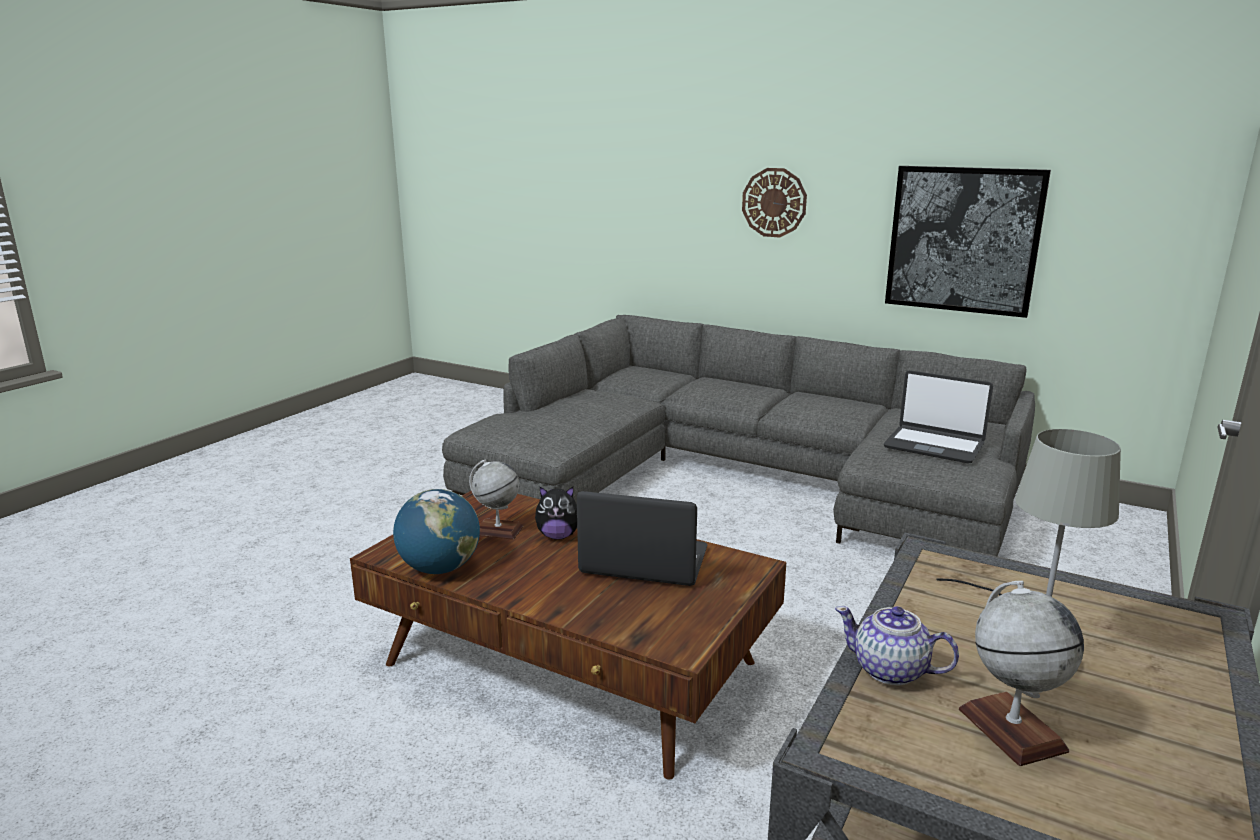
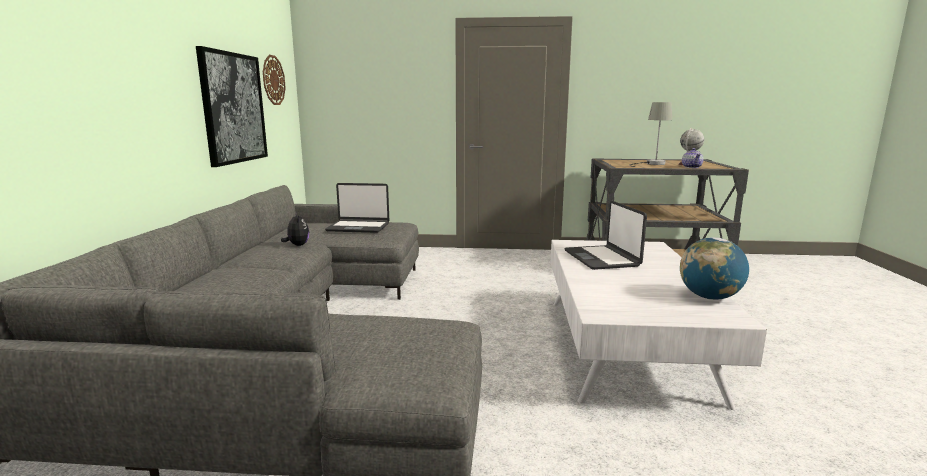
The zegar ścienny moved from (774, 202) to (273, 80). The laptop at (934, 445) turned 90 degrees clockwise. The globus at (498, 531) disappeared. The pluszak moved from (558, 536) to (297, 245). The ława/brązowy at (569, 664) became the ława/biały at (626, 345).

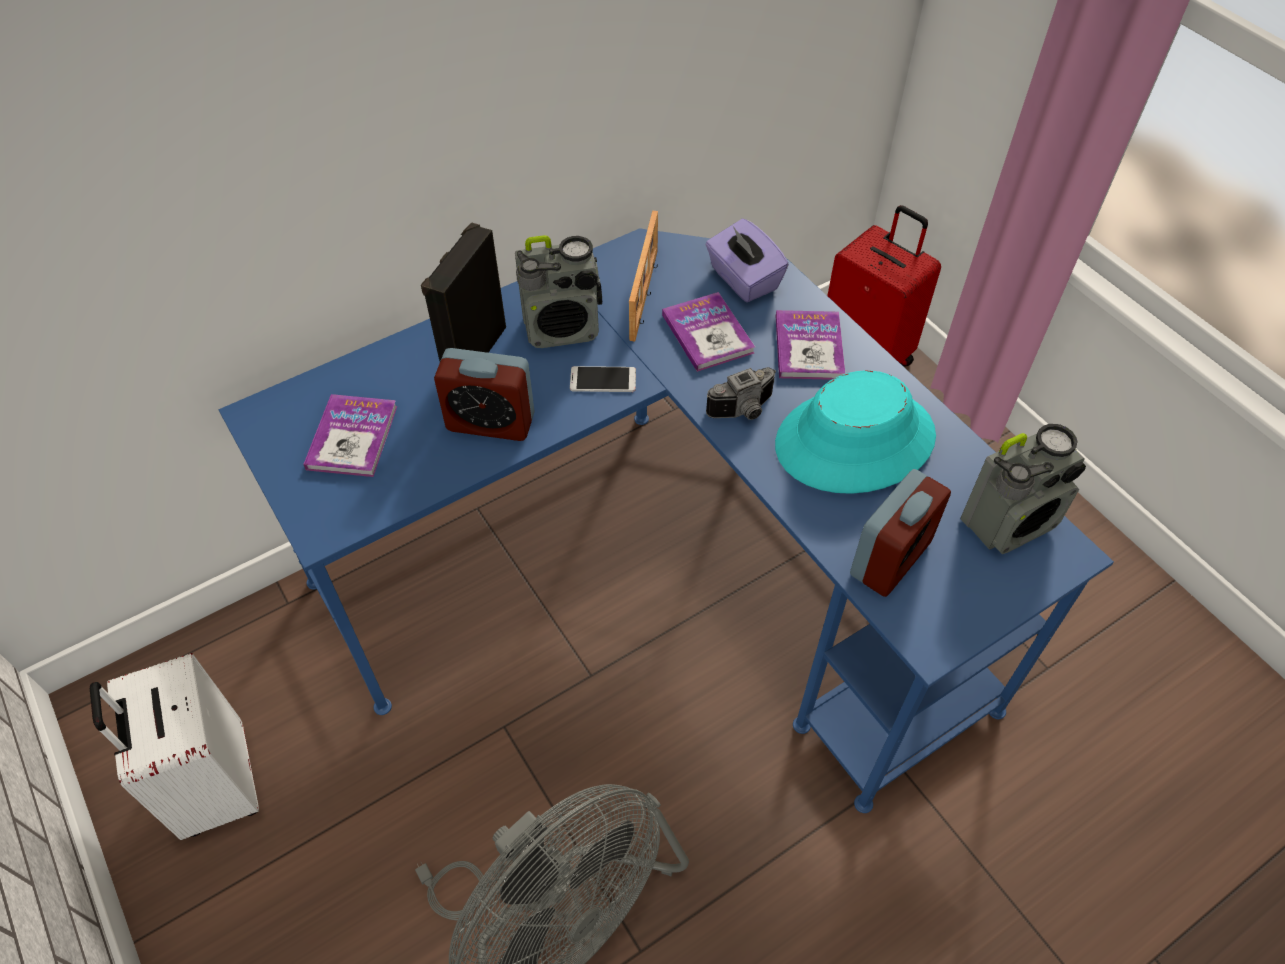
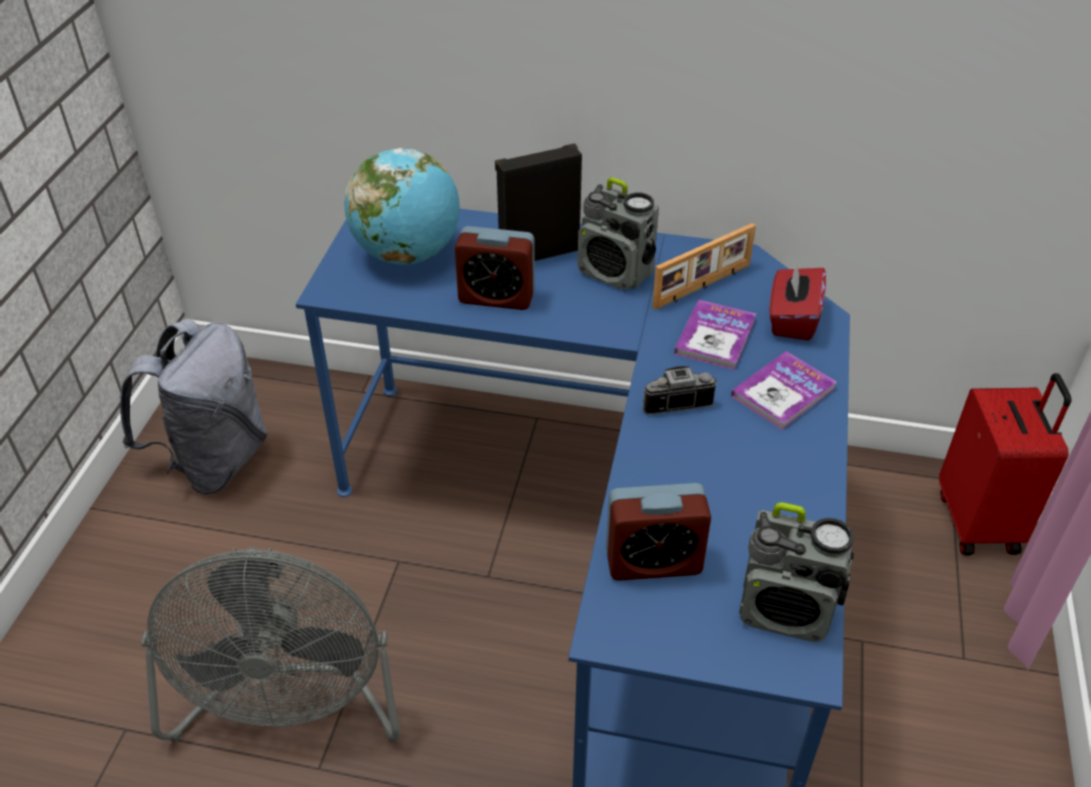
The pudełko chusteczek/fioletowy at (743, 279) became the pudełko chusteczek/czerwony at (792, 319). The budzik at (490, 422) turned 45 degrees counterclockwise. The telefon at (603, 380) disappeared. The aparat fotograficzny at (744, 411) turned 150 degrees clockwise. The kapelusz/turkusowy at (854, 441) disappeared. The książka at (352, 437) was replaced by the globus at (408, 254). The walizka/biały at (215, 785) was replaced by the plecak/szary at (214, 461).

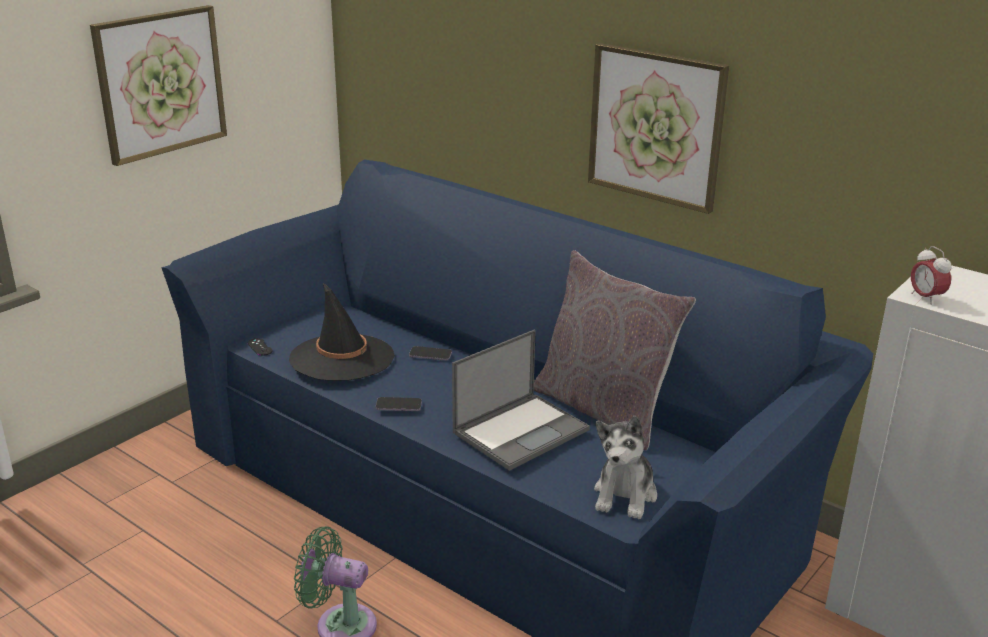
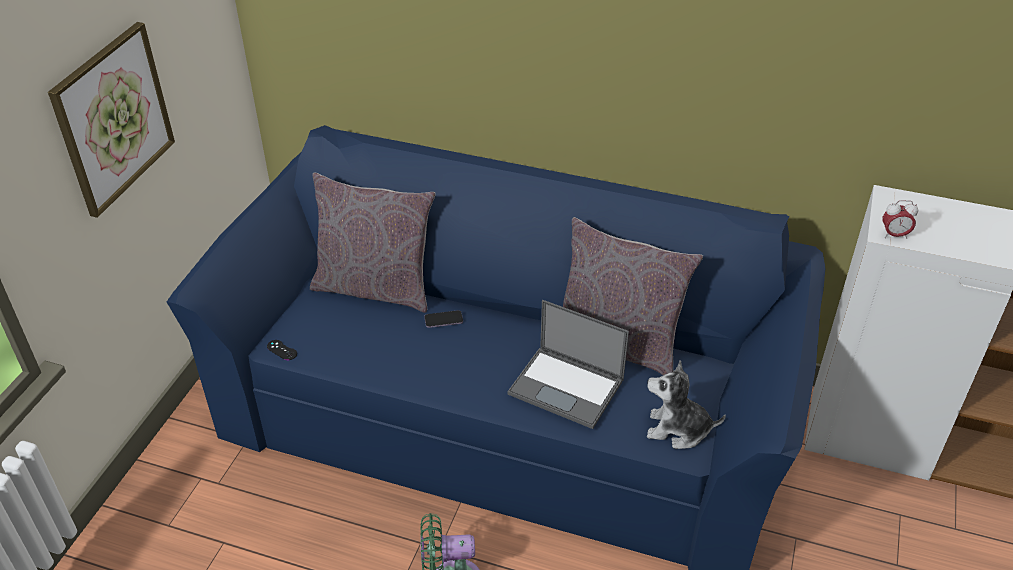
The obraz at (656, 126) disappeared. The budzik at (925, 298) turned 45 degrees counterclockwise. The kapelusz/czarny at (342, 358) disappeared. The laptop at (521, 430) turned 90 degrees clockwise. The telefon at (398, 406) disappeared. The pluszak at (625, 495) turned 105 degrees clockwise. The poduszka/szary at (375, 287) appeared.

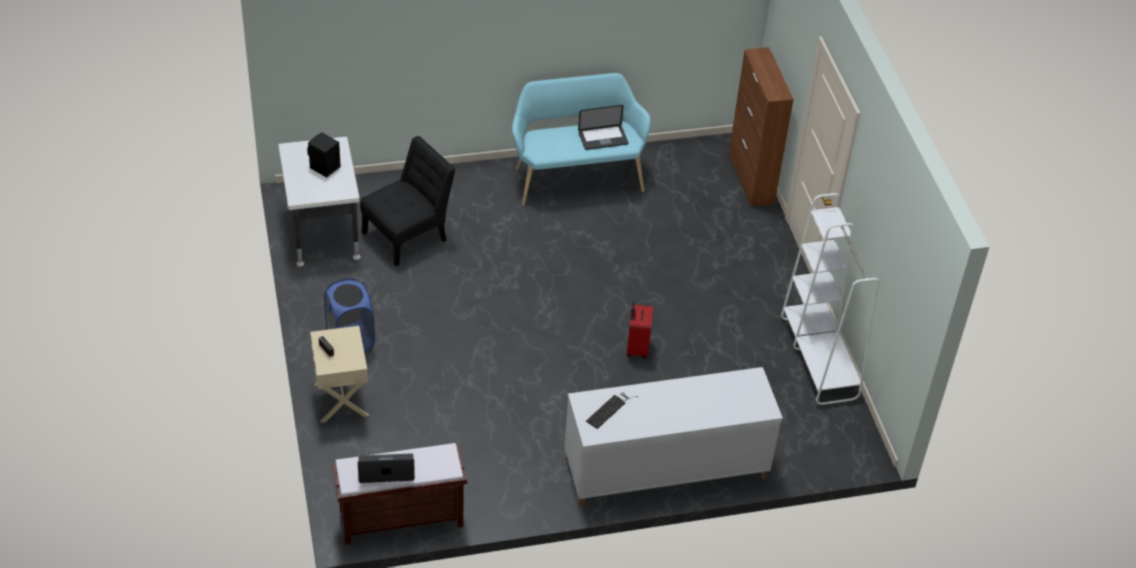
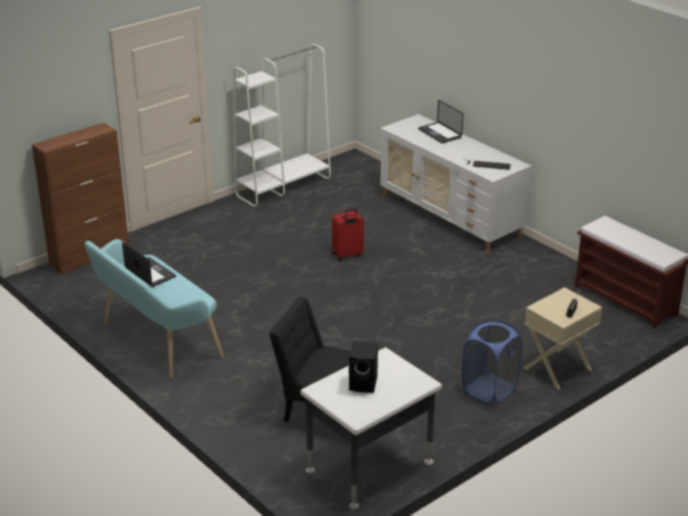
The laptop moved from (386, 469) to (439, 133).

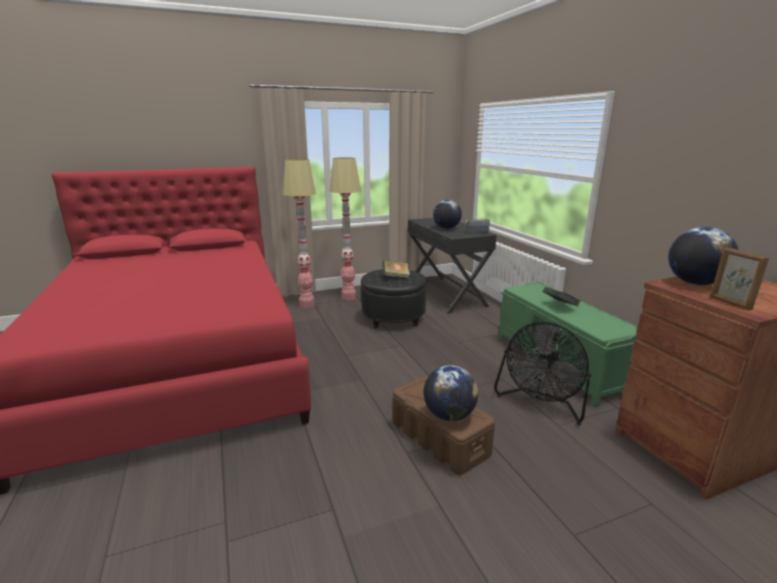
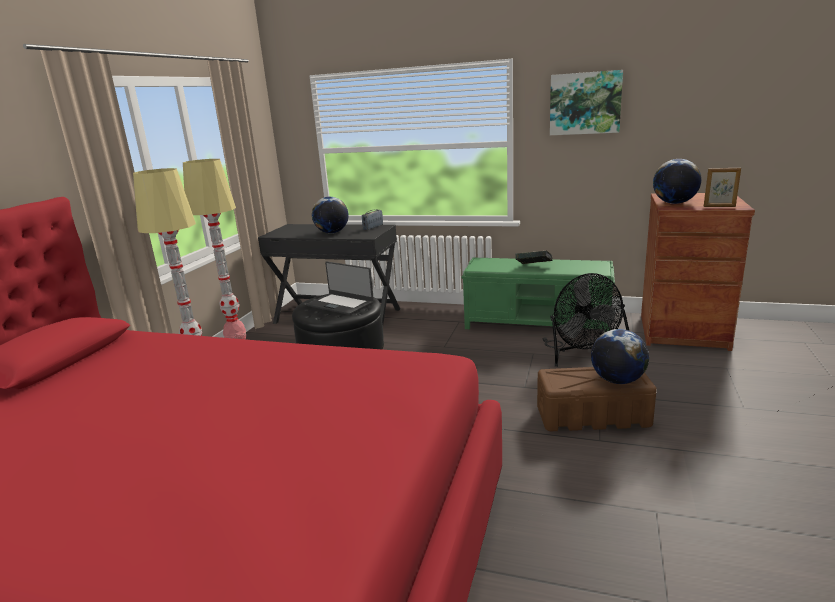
The książka at (396, 277) was replaced by the laptop at (340, 304). The obraz at (585, 103) appeared.

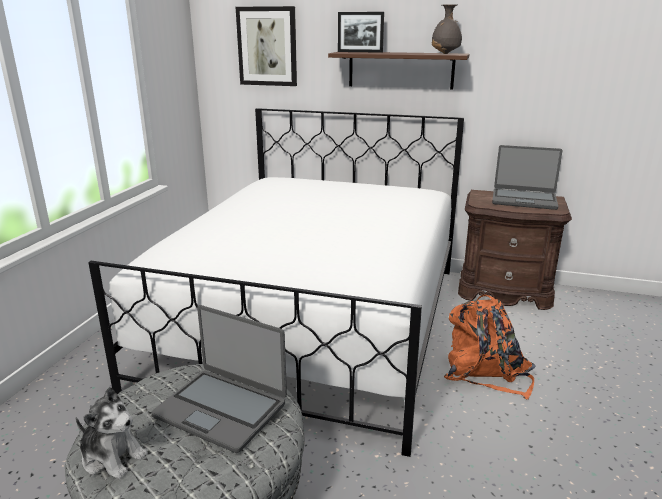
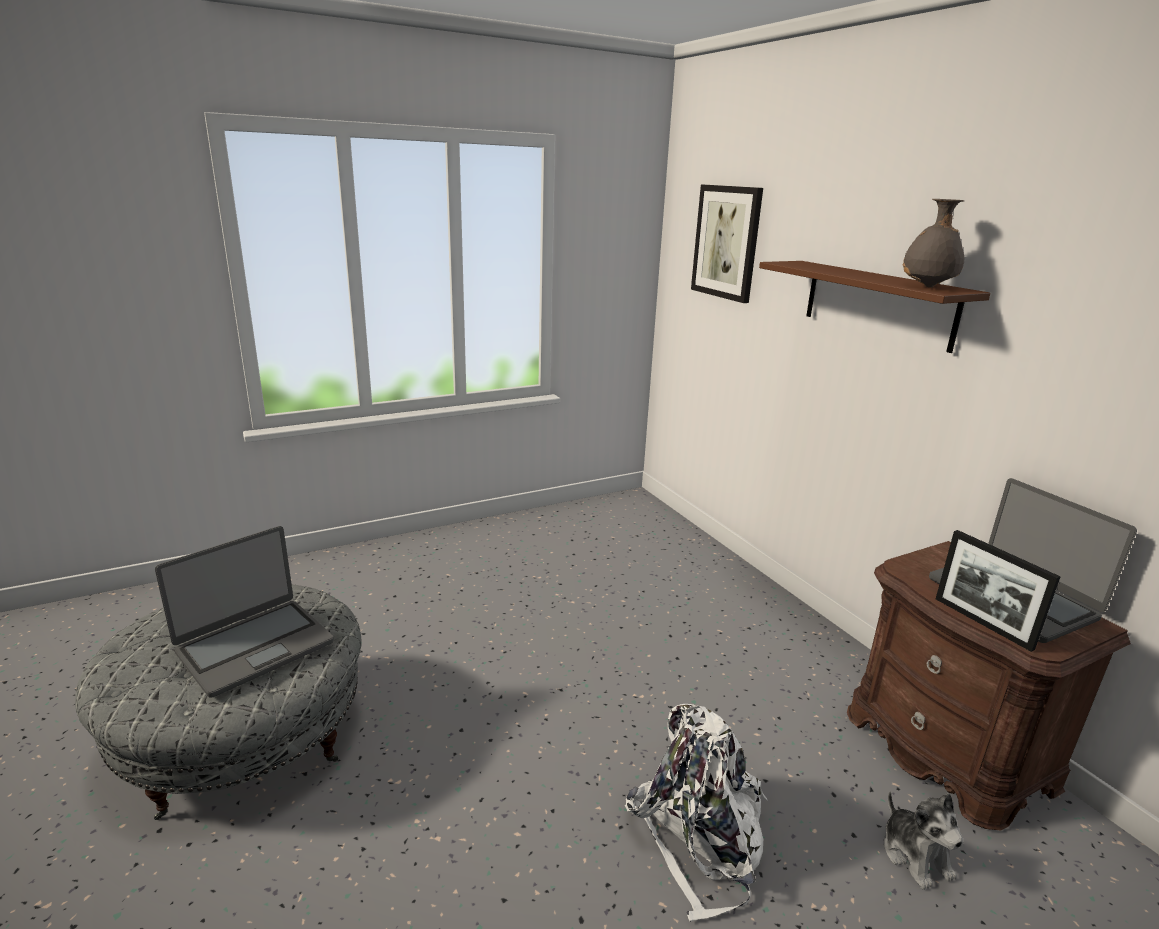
The ramka na zdjęcie moved from (360, 52) to (982, 623). The łóżko/biały at (314, 321) disappeared. The plecak/pomarańczowy at (485, 372) became the plecak/biały at (699, 837). The laptop at (221, 409) turned 120 degrees counterclockwise. The pluszak moved from (112, 457) to (915, 855).

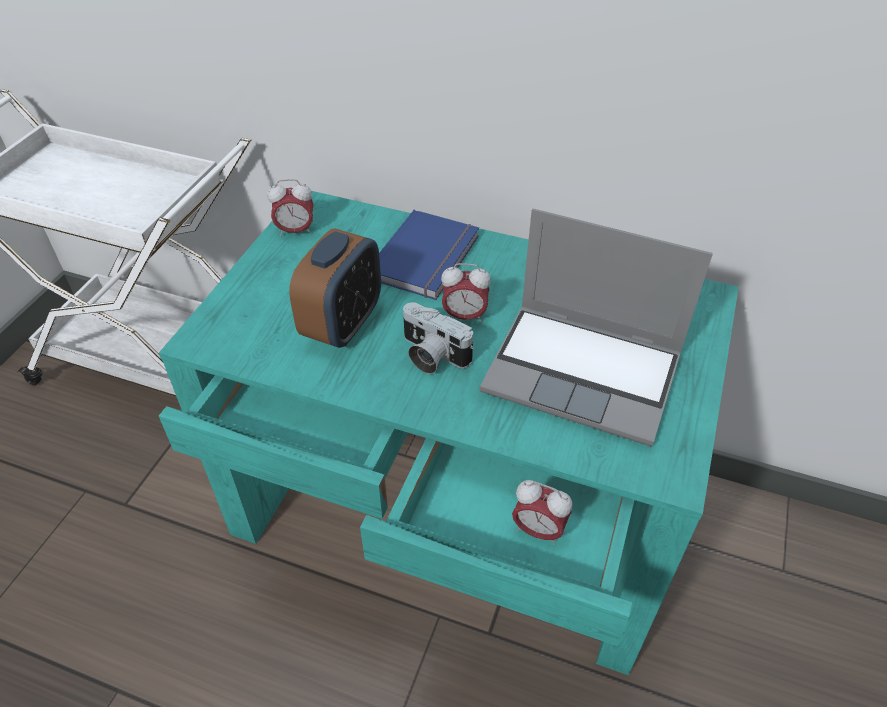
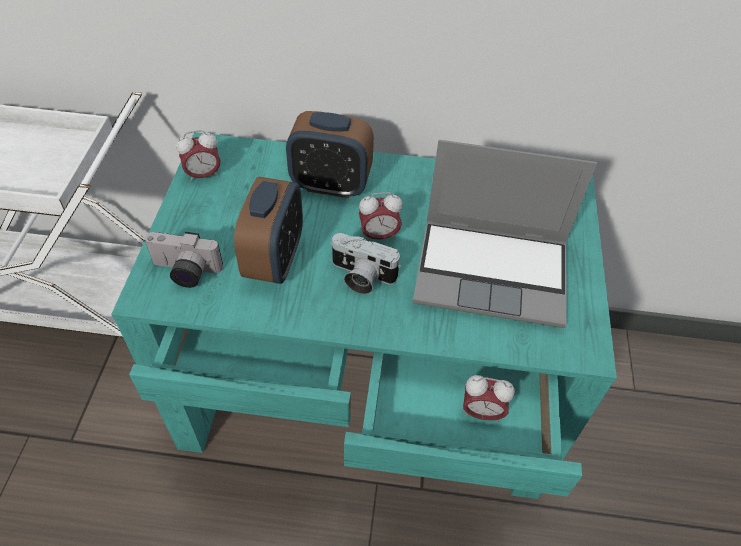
The książka/niebieski at (427, 257) was replaced by the budzik at (331, 185). The aparat fotograficzny at (184, 272) appeared.

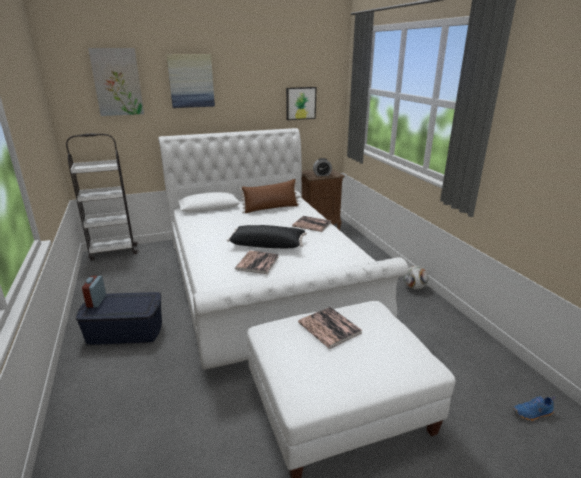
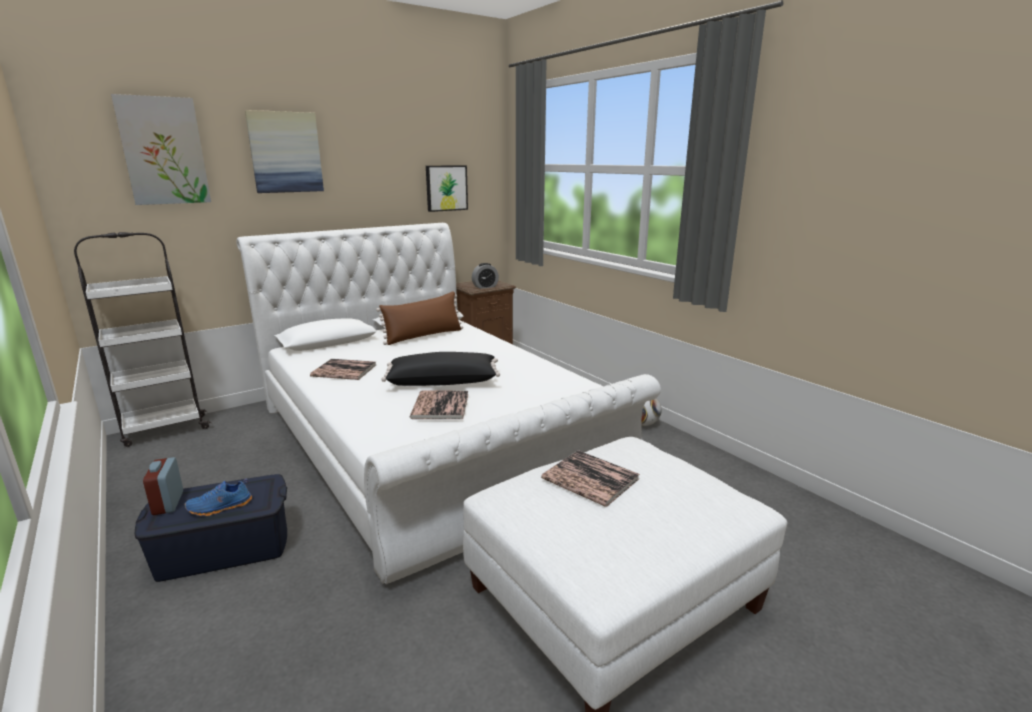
The książka moved from (312, 224) to (344, 370). The but/niebieski moved from (533, 413) to (220, 508).

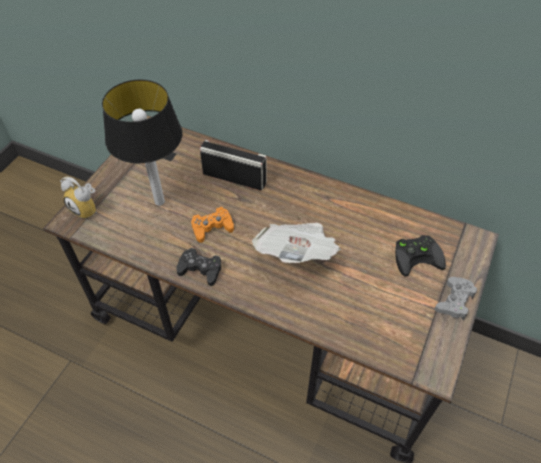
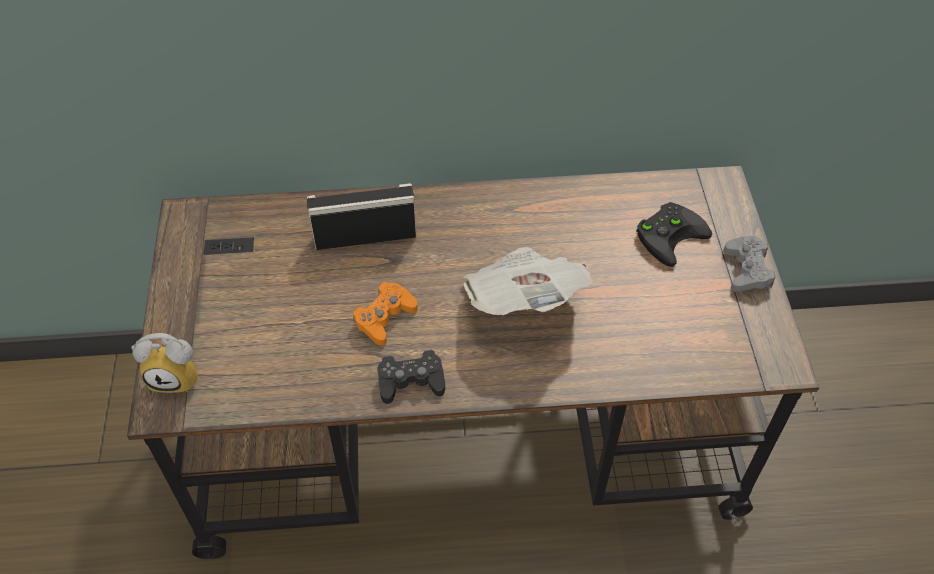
The lampa stołowa at (160, 202) disappeared.

